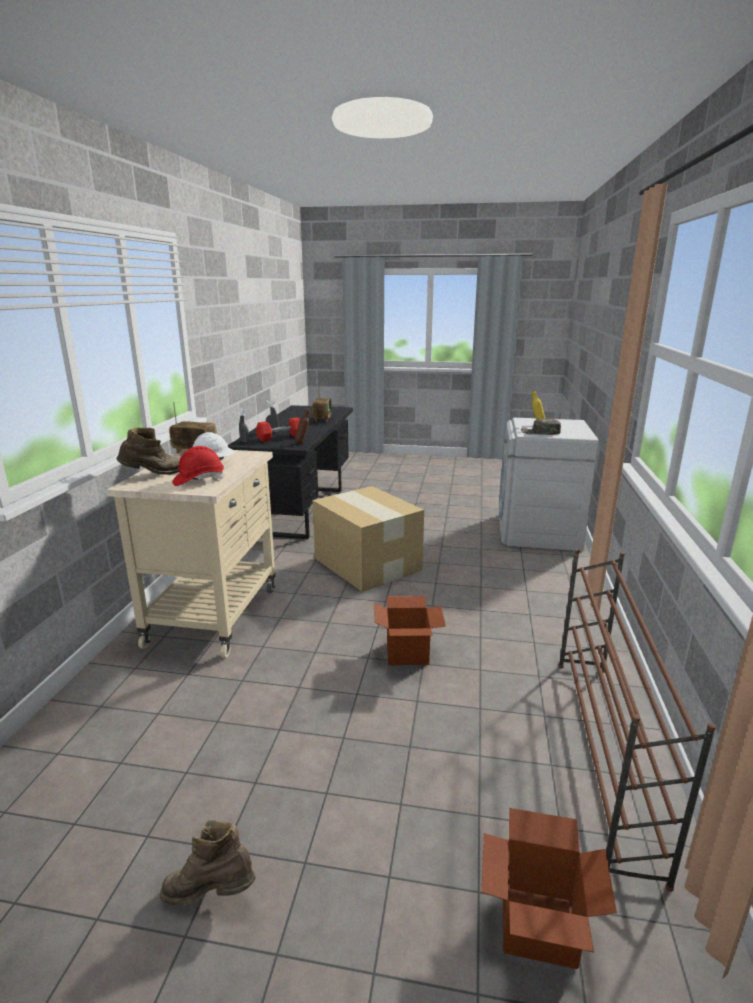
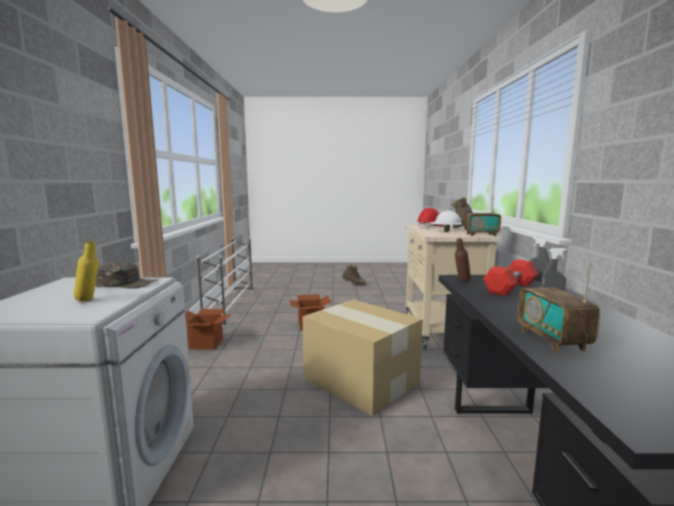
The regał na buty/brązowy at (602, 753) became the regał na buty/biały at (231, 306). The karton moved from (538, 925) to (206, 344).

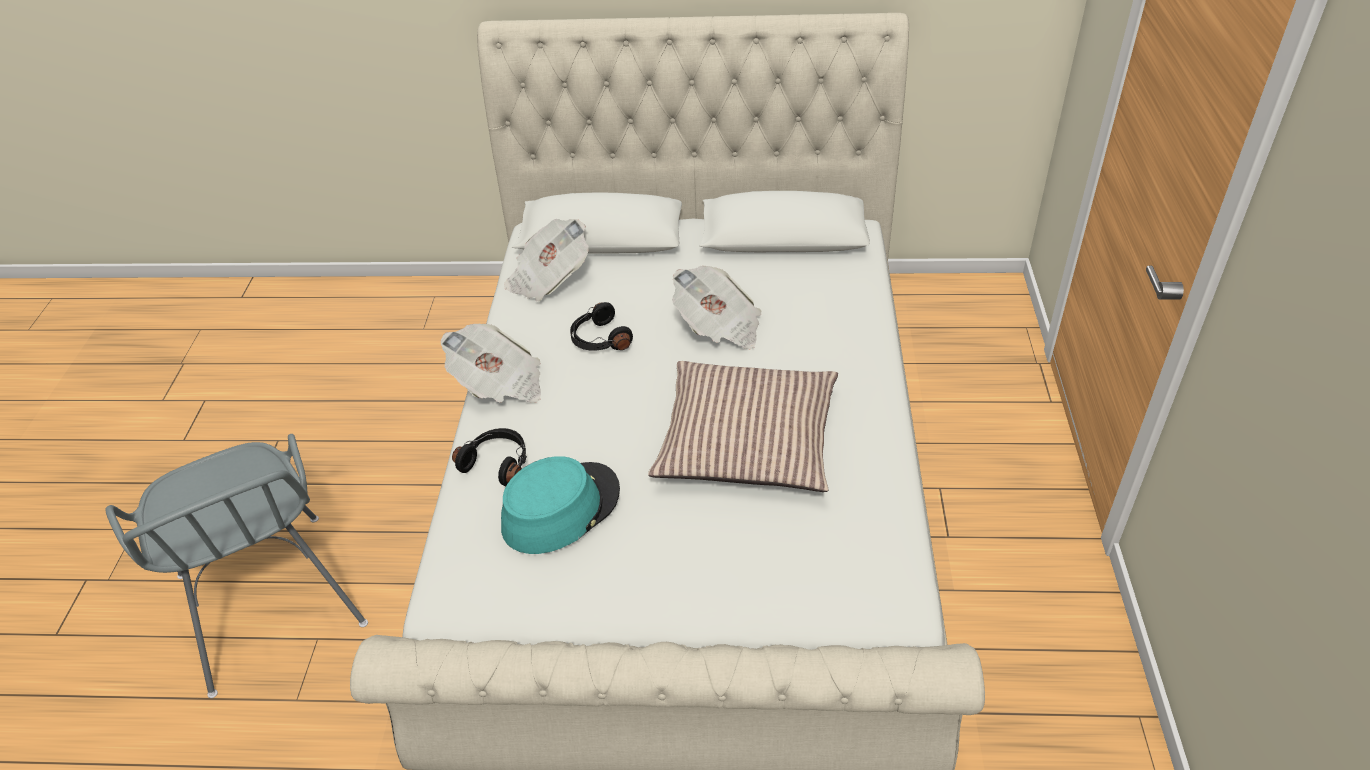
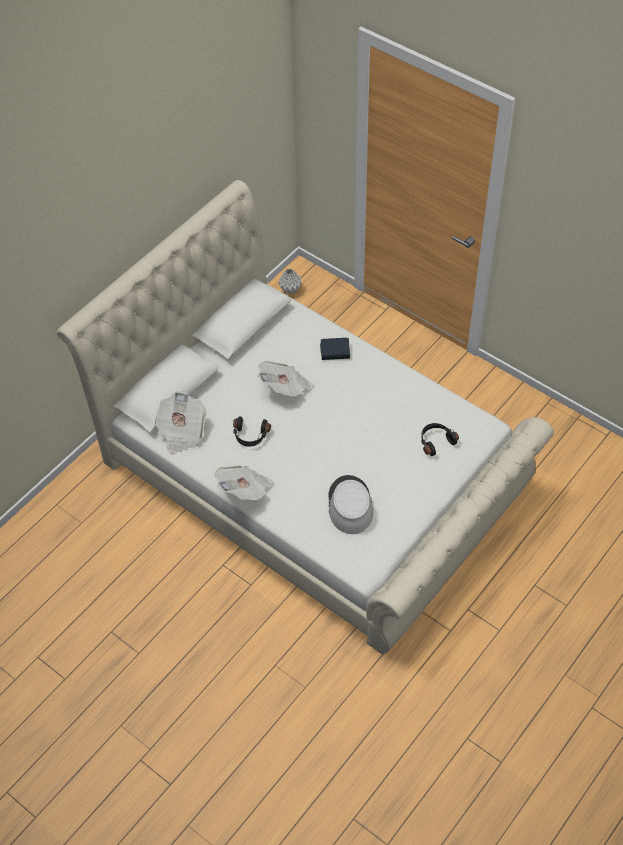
The poduszka at (747, 440) disappeared. The słuchawki/czarny moved from (498, 463) to (436, 441). The krzesło/szary at (271, 606) disappeared. The kapelusz/turkusowy at (560, 508) became the kapelusz/szary at (350, 505). The wazon/szary at (290, 290) appeared. The książka at (335, 351) appeared.

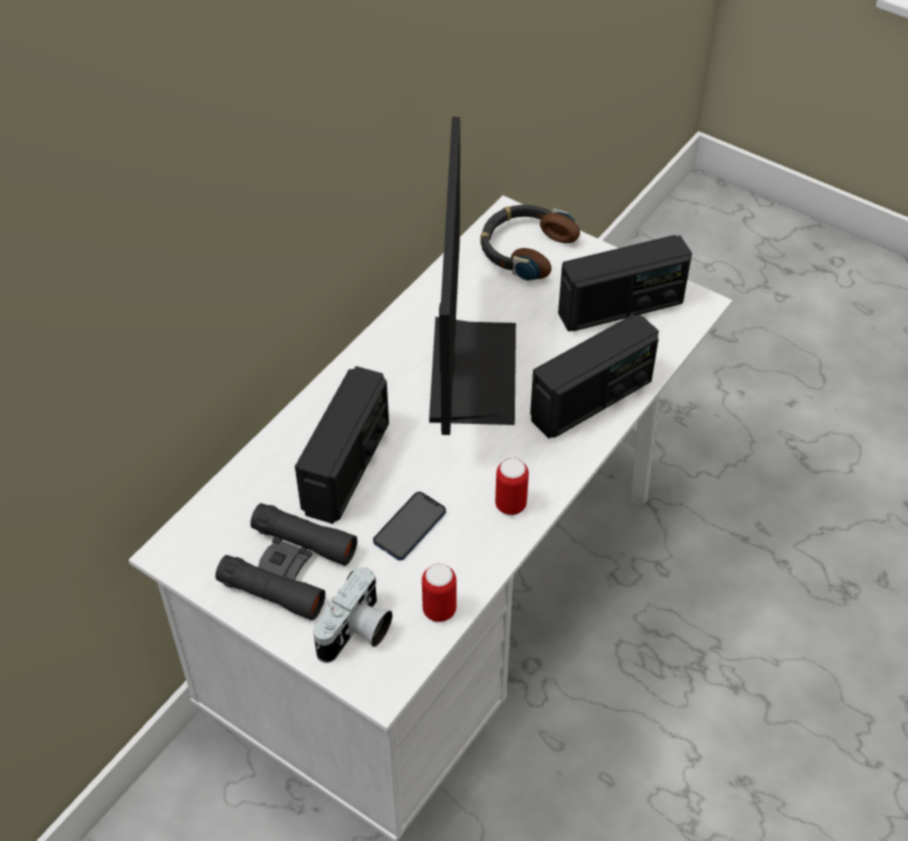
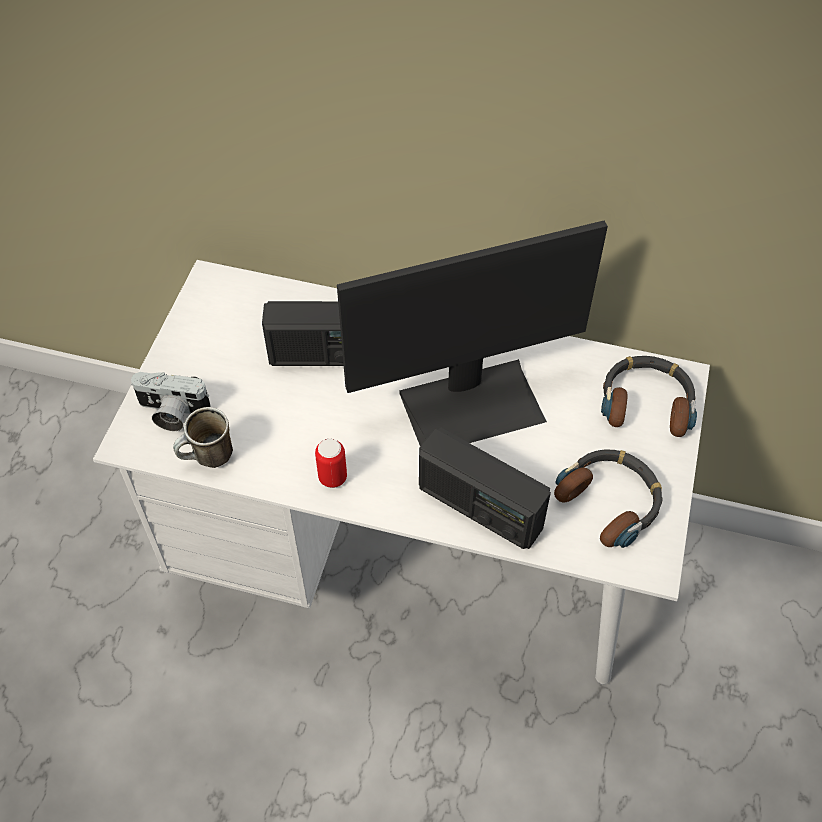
The radio at (621, 308) was replaced by the słuchawki at (610, 501). The telefon at (410, 527) disappeared. The lornetka/czarny at (288, 568) disappeared. The puszka at (439, 610) was replaced by the kubek at (208, 459).

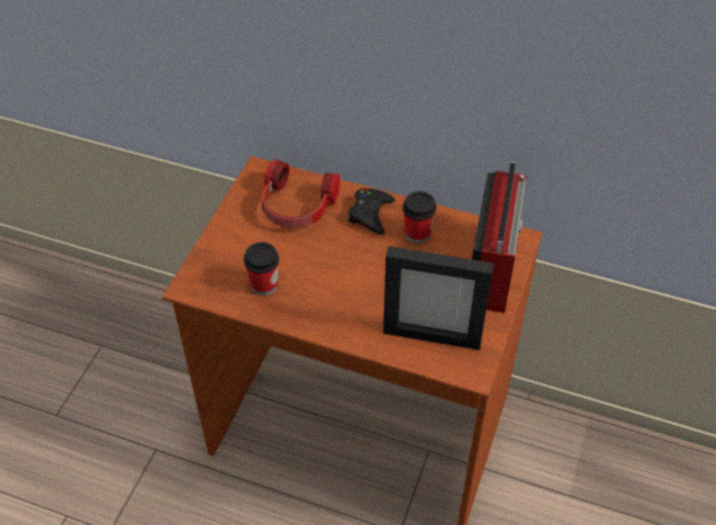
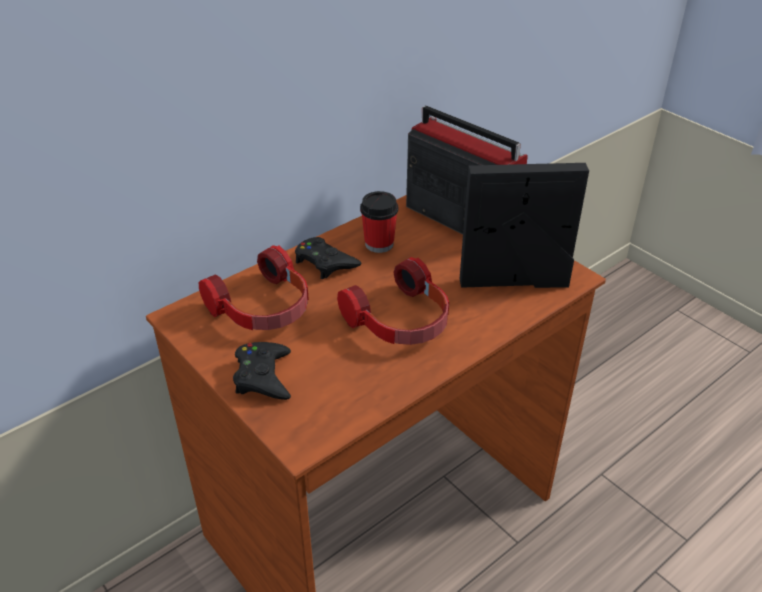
The filiżanka at (264, 285) disappeared. The ramka na zdjęcie at (432, 334) turned 135 degrees counterclockwise. The słuchawki at (401, 321) appeared. The pad do gier/czarny at (263, 376) appeared.

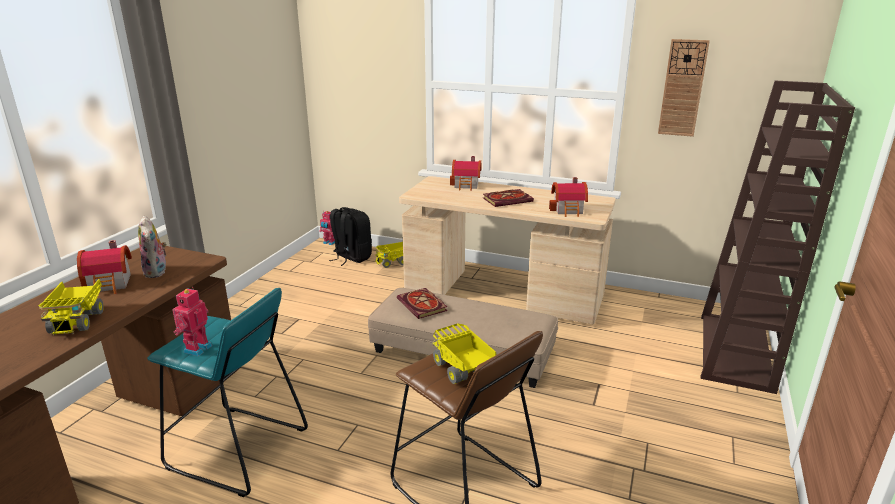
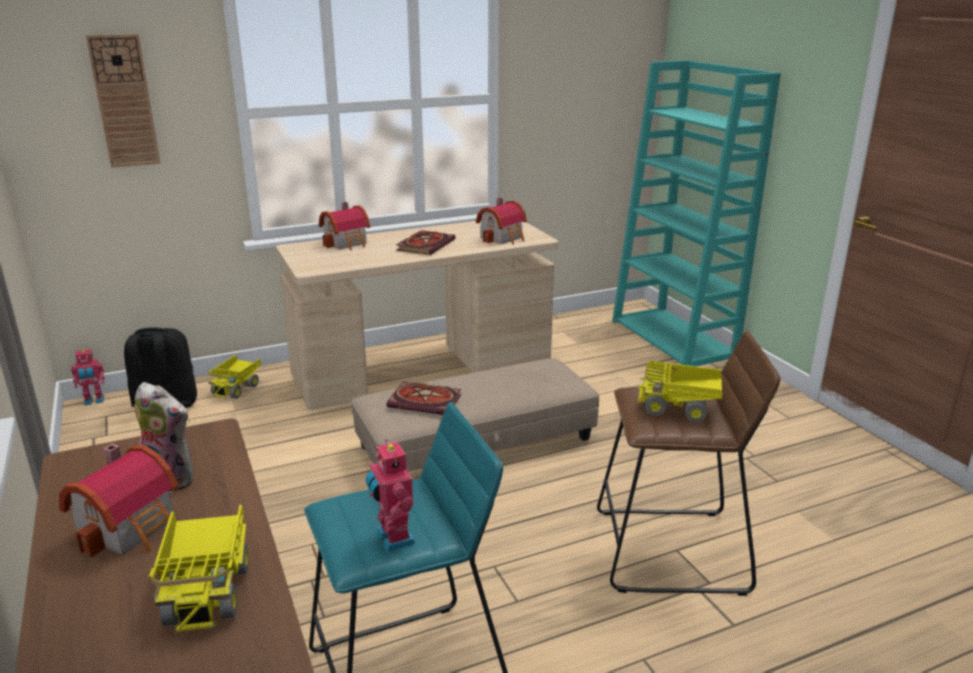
The zegar ścienny moved from (682, 88) to (124, 101). The regał/brązowy at (736, 352) became the regał/turkusowy at (674, 338). The ciężarówka zabawkowa at (78, 320) turned 45 degrees clockwise.

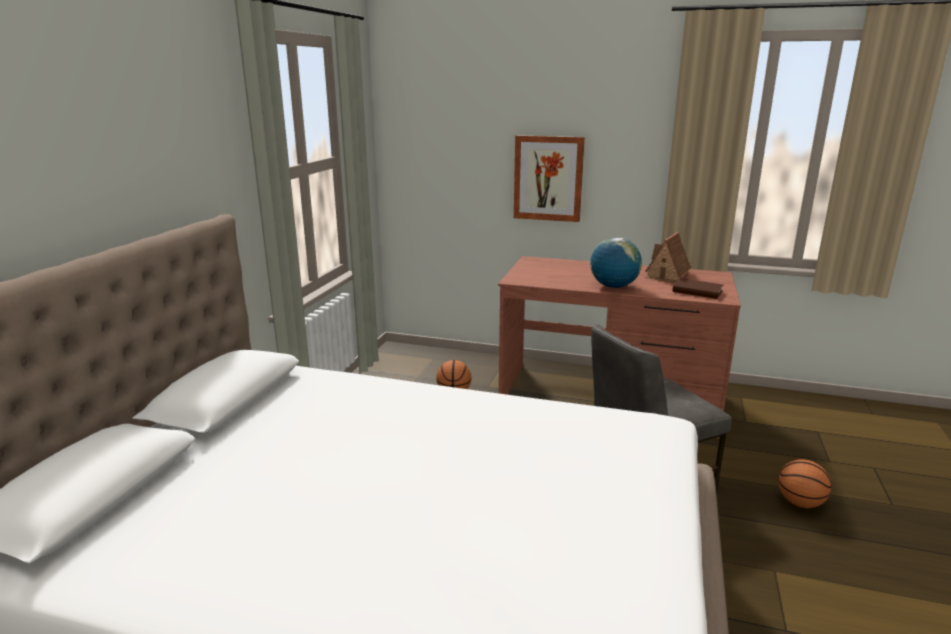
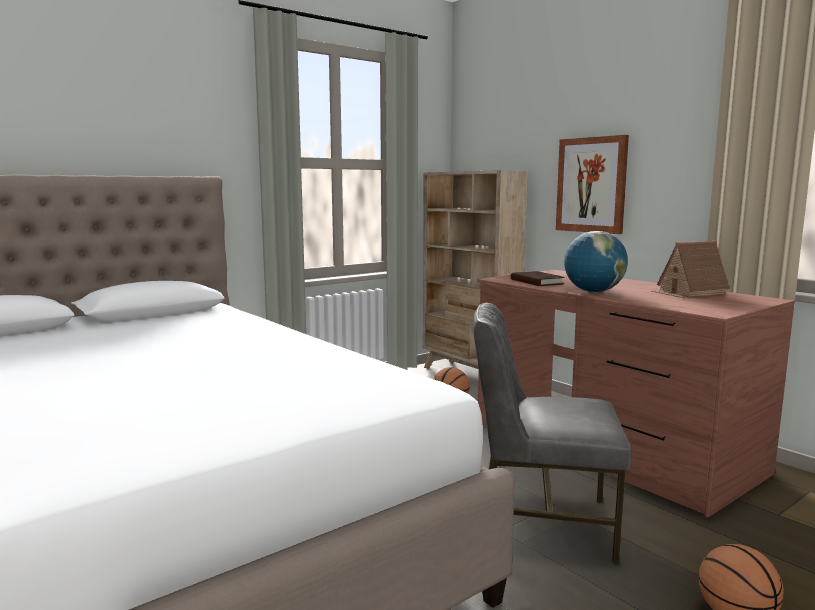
The książka/brązowy moved from (697, 291) to (536, 282). The regał/beżowy at (469, 374) appeared.

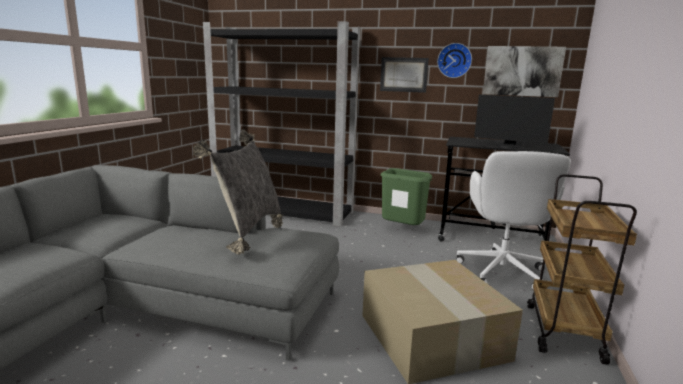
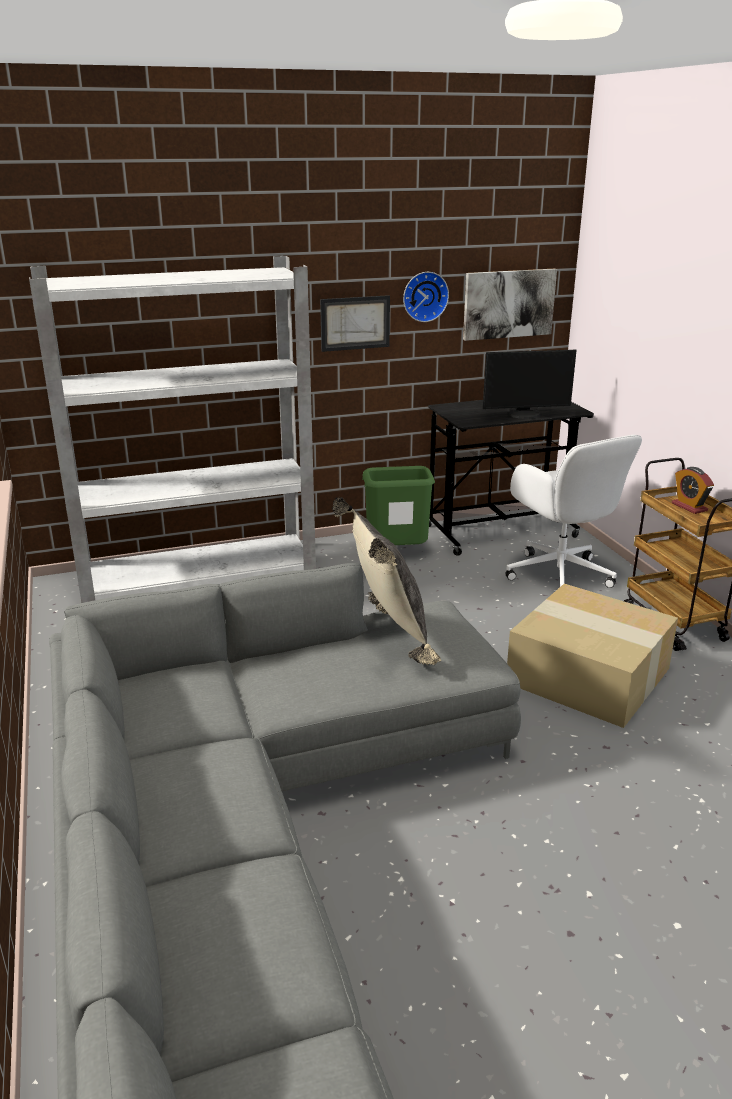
The regał/czarny at (283, 211) became the regał/biały at (198, 574). The budzik at (689, 507) appeared.

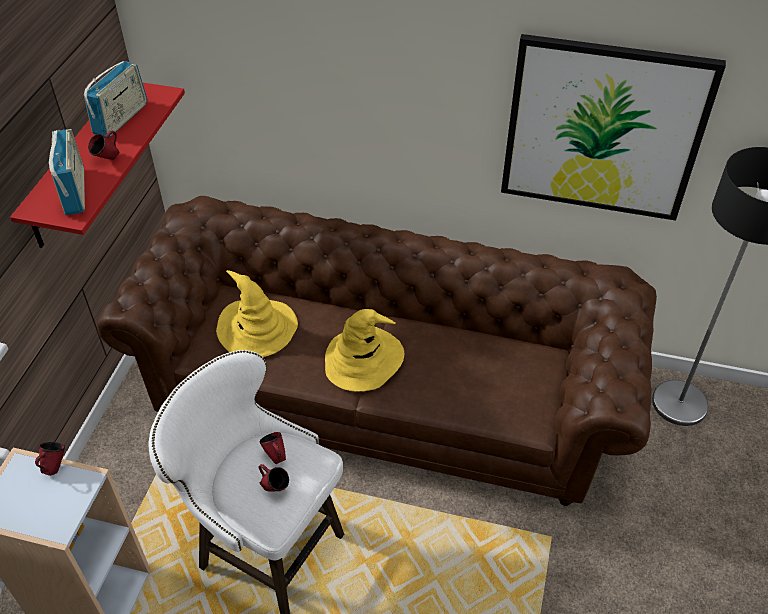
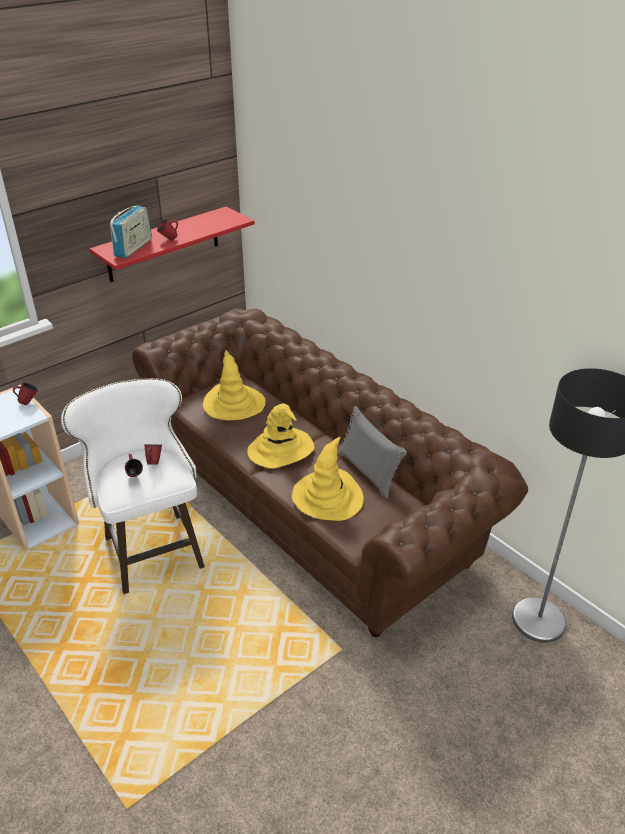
The obraz at (603, 129) disappeared. The radio at (121, 119) disappeared. The poduszka/szary at (369, 471) appeared. The kapelusz/żółty at (328, 497) appeared.

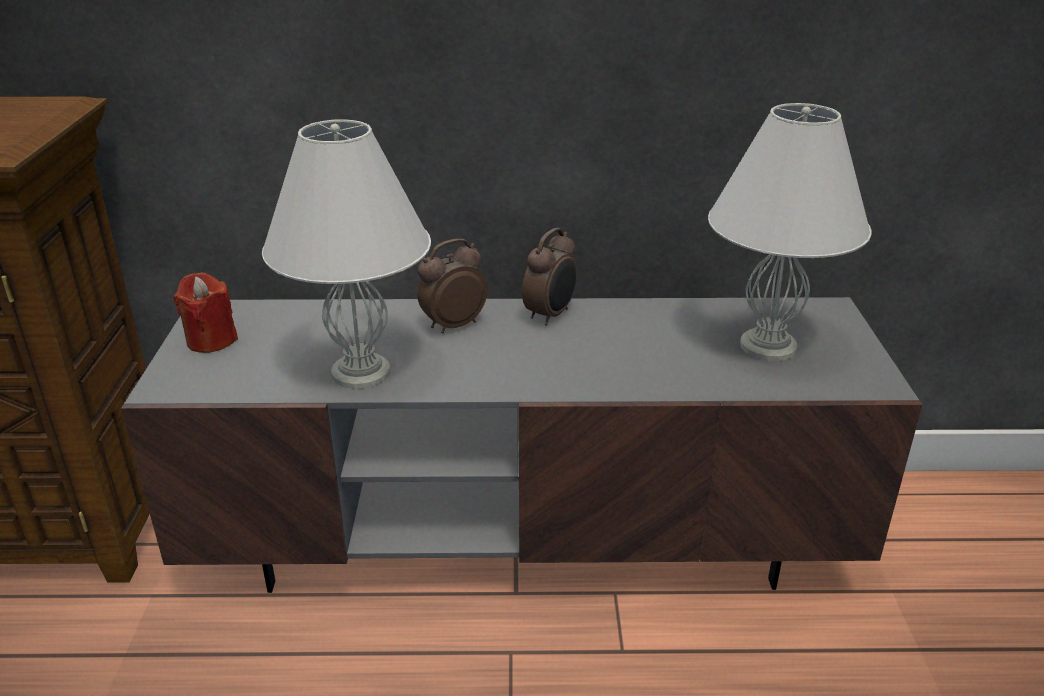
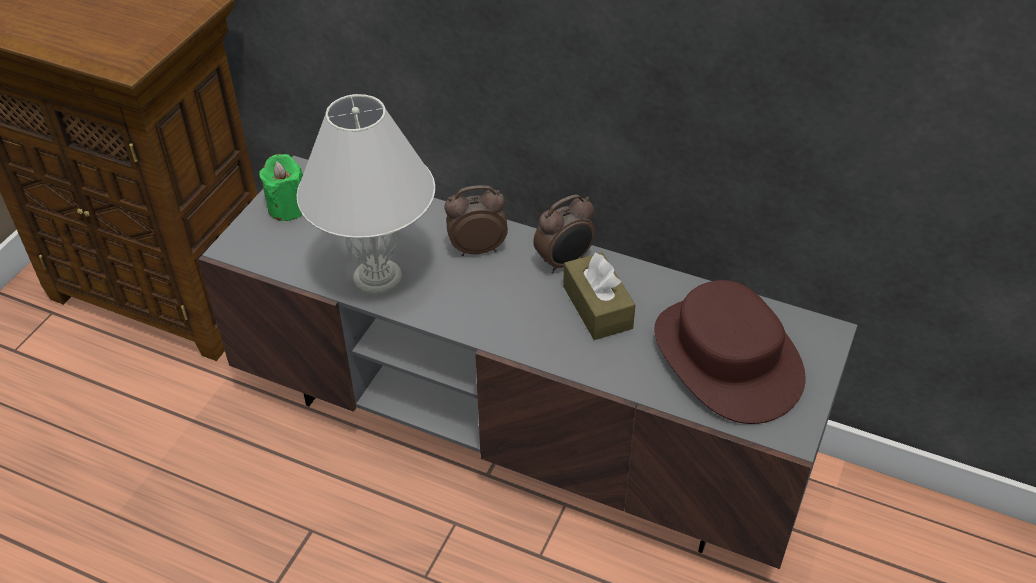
The lampa stołowa/biały at (766, 346) was replaced by the kapelusz/brązowy at (725, 358). The świeca/czerwony at (211, 340) became the świeca/zielony at (287, 208). The pudełko chusteczek/brązowy at (597, 307) appeared.

